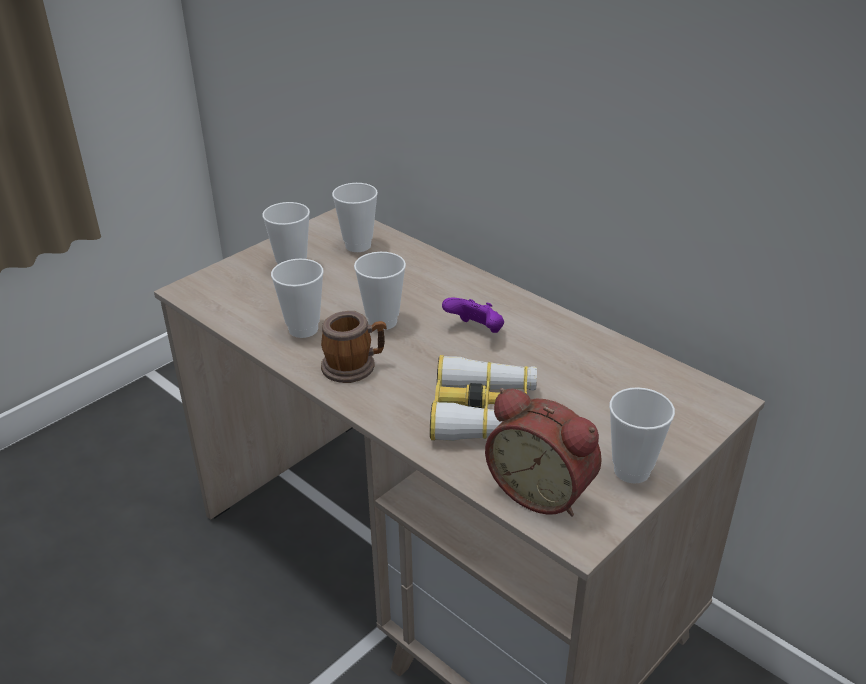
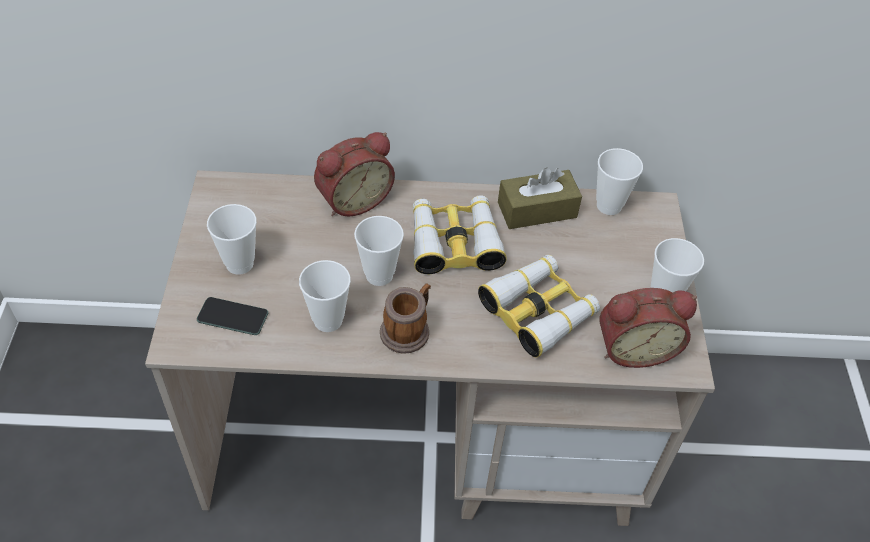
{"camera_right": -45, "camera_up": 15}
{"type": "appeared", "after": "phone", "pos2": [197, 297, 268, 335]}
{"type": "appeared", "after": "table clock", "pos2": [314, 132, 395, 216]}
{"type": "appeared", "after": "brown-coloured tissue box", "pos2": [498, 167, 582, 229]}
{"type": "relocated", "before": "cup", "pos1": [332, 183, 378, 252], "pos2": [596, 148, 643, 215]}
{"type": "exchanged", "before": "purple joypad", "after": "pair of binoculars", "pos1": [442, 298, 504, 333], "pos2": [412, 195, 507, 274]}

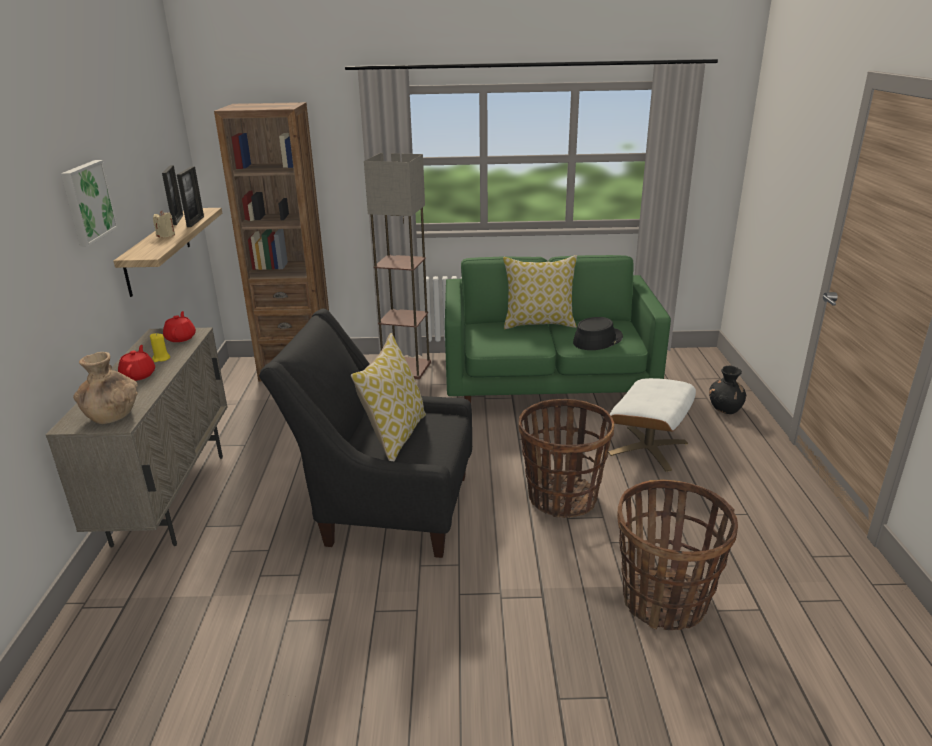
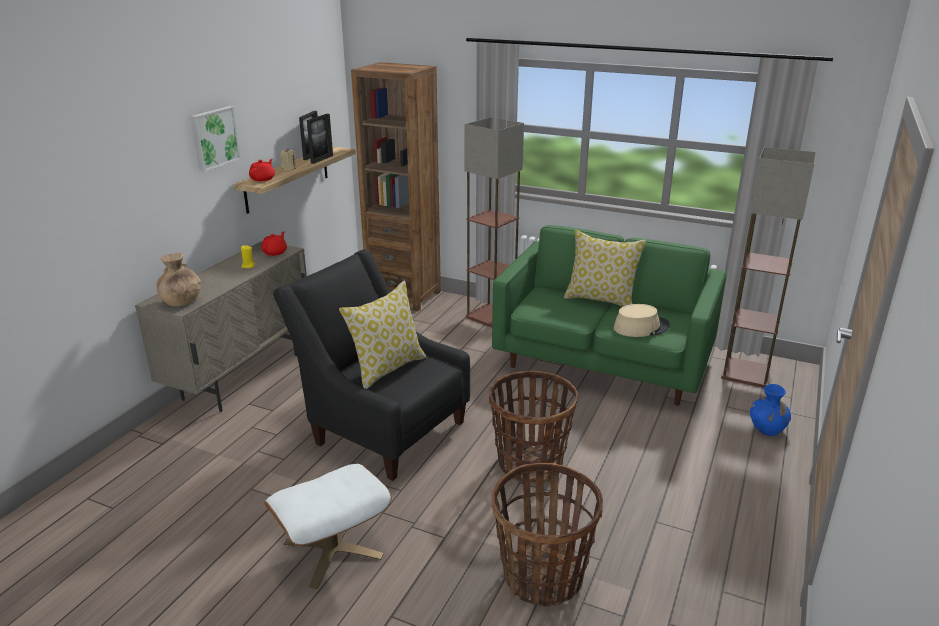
{"camera_right": 25, "camera_up": 0}
{"type": "appeared", "after": "standing lamp", "pos2": [721, 147, 816, 388]}
{"type": "relocated", "before": "reddish tea pot", "pos1": [118, 345, 155, 381], "pos2": [249, 159, 275, 181]}
{"type": "relocated", "before": "whitish footrest", "pos1": [608, 378, 696, 472], "pos2": [264, 464, 392, 589]}
{"type": "colour", "before": "black-coloured wearable hat", "after": "beige wearable hat", "pos1": [573, 317, 623, 350], "pos2": [613, 304, 670, 337]}
{"type": "colour", "before": "black-coloured decorative vase", "after": "blue-coloured decorative vase", "pos1": [709, 366, 746, 414], "pos2": [750, 384, 791, 436]}

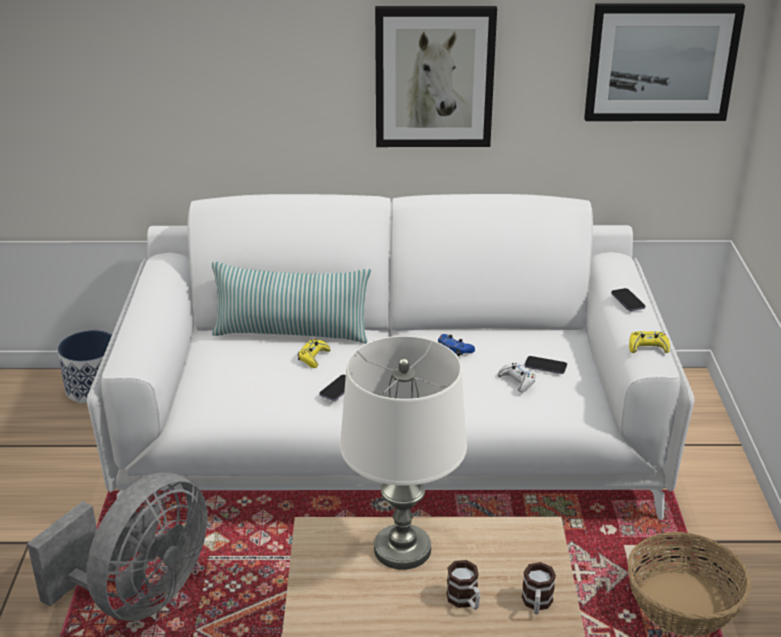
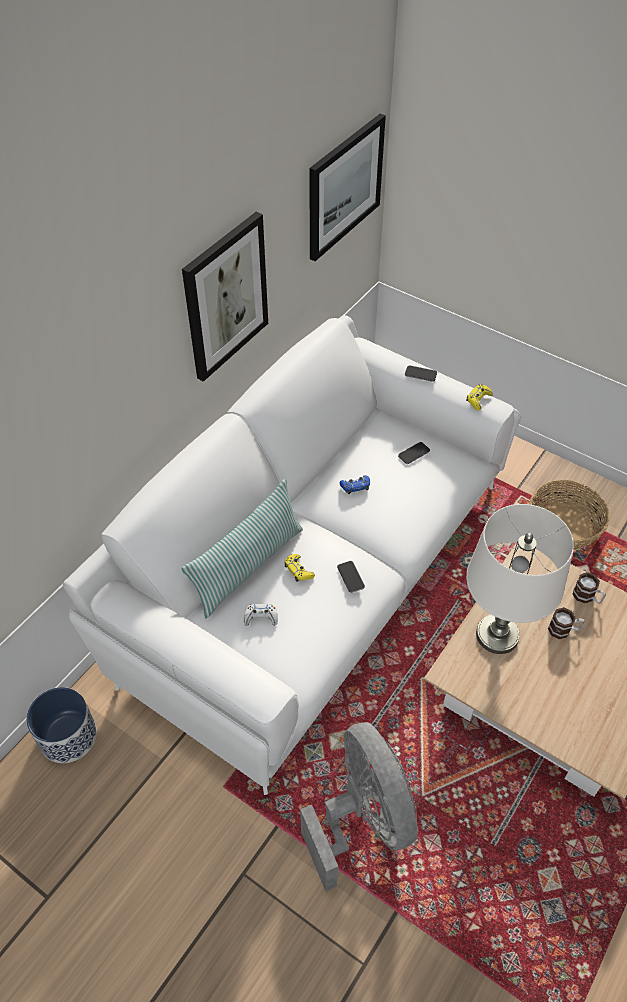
{"camera_right": -55, "camera_up": 20}
{"type": "relocated", "before": "whitish joypad", "pos1": [498, 363, 536, 393], "pos2": [244, 604, 278, 626]}

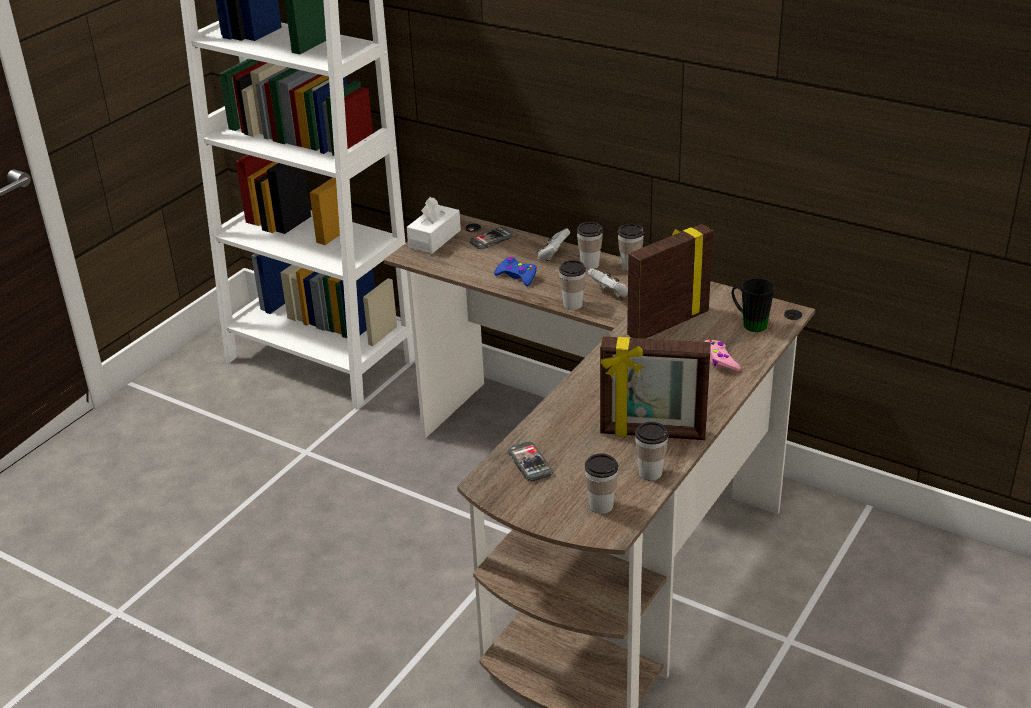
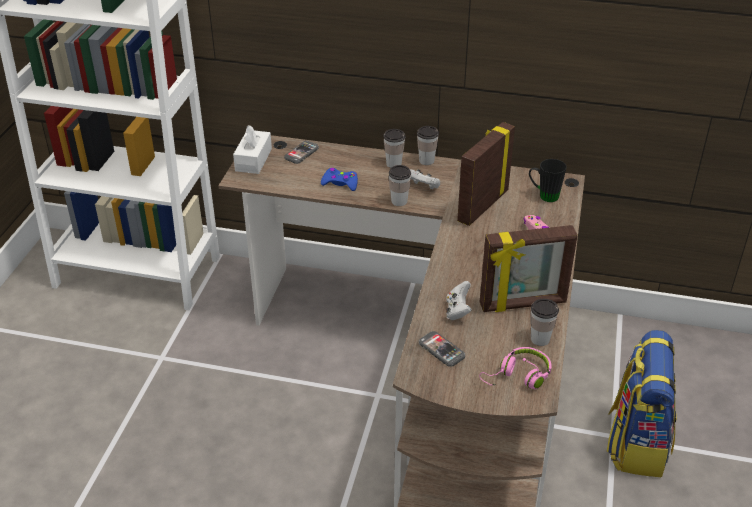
{"camera_right": -20, "camera_up": 5}
{"type": "appeared", "after": "knapsack", "pos2": [607, 330, 677, 477]}
{"type": "relocated", "before": "whitish joypad", "pos1": [537, 229, 570, 261], "pos2": [446, 281, 472, 320]}
{"type": "exchanged", "before": "cup", "after": "pink headset", "pos1": [585, 454, 618, 514], "pos2": [479, 347, 551, 389]}

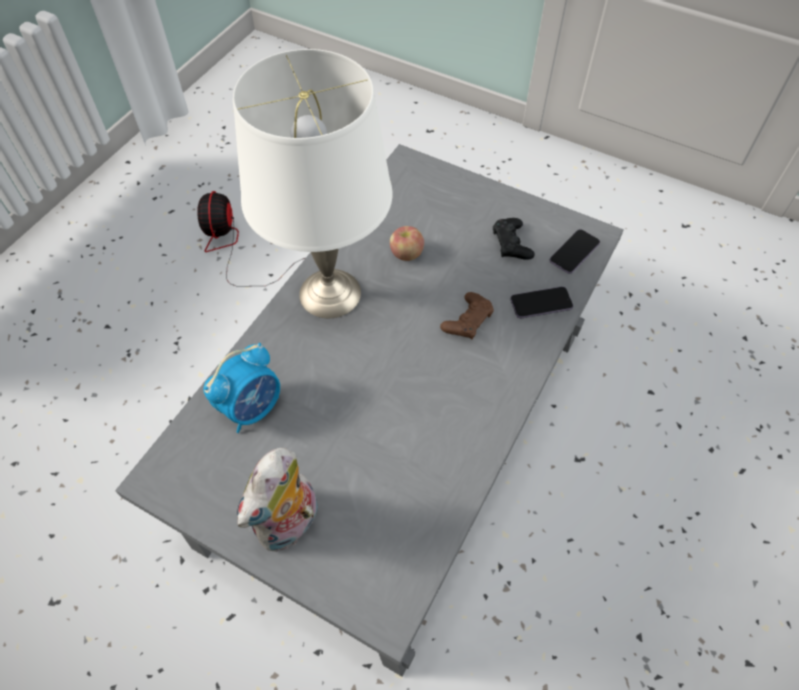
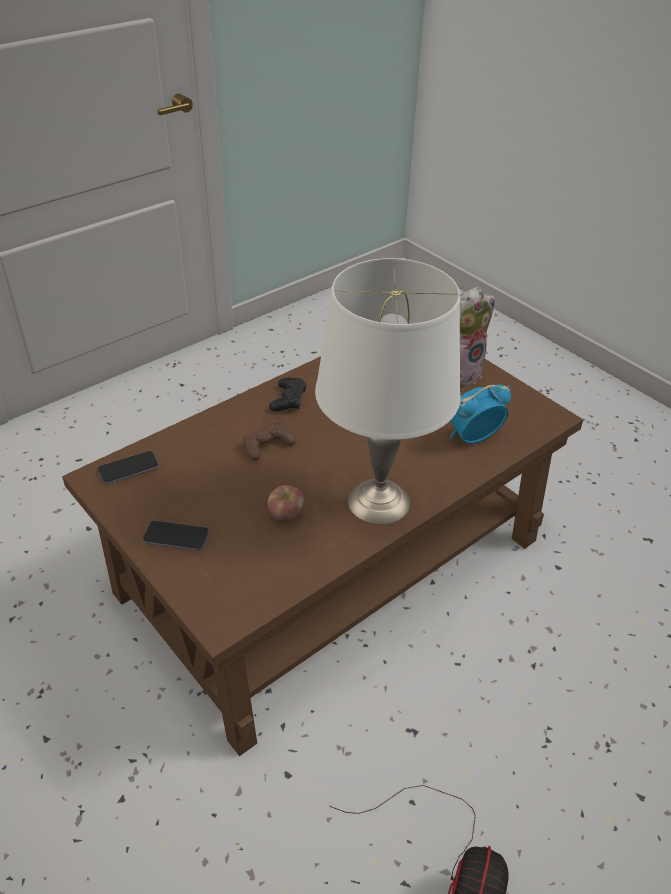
{"camera_right": -160, "camera_up": -15}
{"type": "relocated", "before": "black-coloured joypad", "pos1": [493, 218, 535, 260], "pos2": [269, 378, 307, 411]}
{"type": "relocated", "before": "phone", "pos1": [510, 287, 573, 318], "pos2": [143, 520, 209, 551]}
{"type": "colour", "before": "grey coffee table", "after": "brown-coloured coffee table", "pos1": [115, 144, 624, 677], "pos2": [62, 356, 583, 756]}

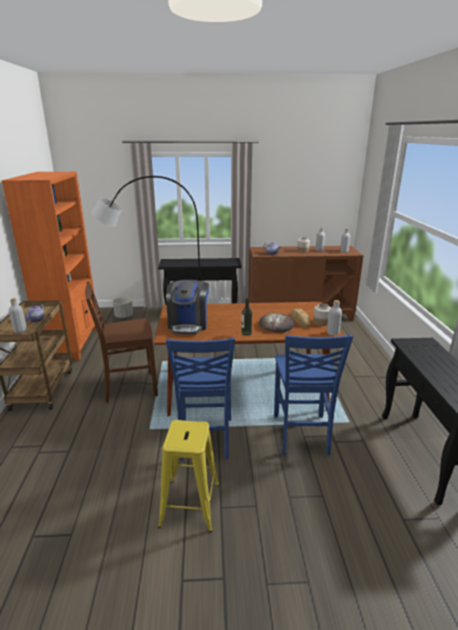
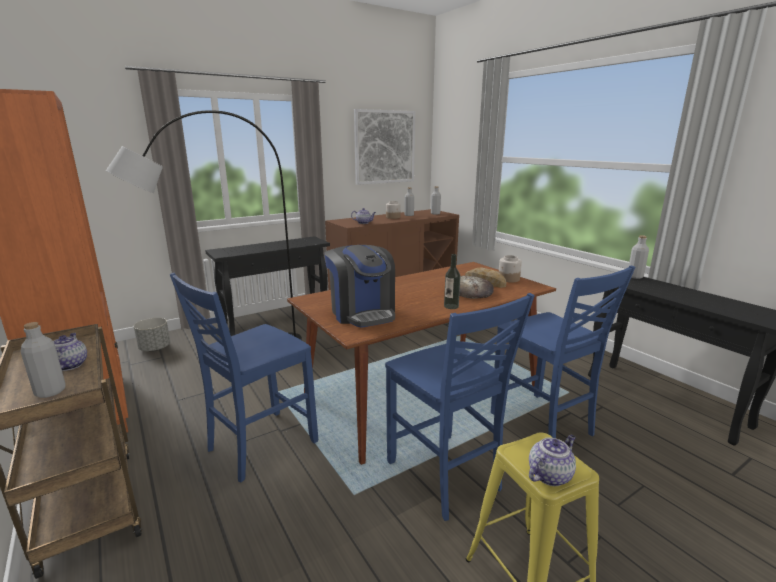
{"camera_right": -30, "camera_up": -5}
{"type": "appeared", "after": "wall picture", "pos2": [354, 109, 415, 185]}
{"type": "appeared", "after": "tea pot", "pos2": [529, 435, 576, 486]}
{"type": "relocated", "before": "grey drink bottle", "pos1": [327, 300, 342, 336], "pos2": [628, 235, 649, 279]}
{"type": "colour", "before": "brown-coloured upright chair", "after": "blue-coloured upright chair", "pos1": [85, 281, 158, 403], "pos2": [170, 273, 318, 482]}

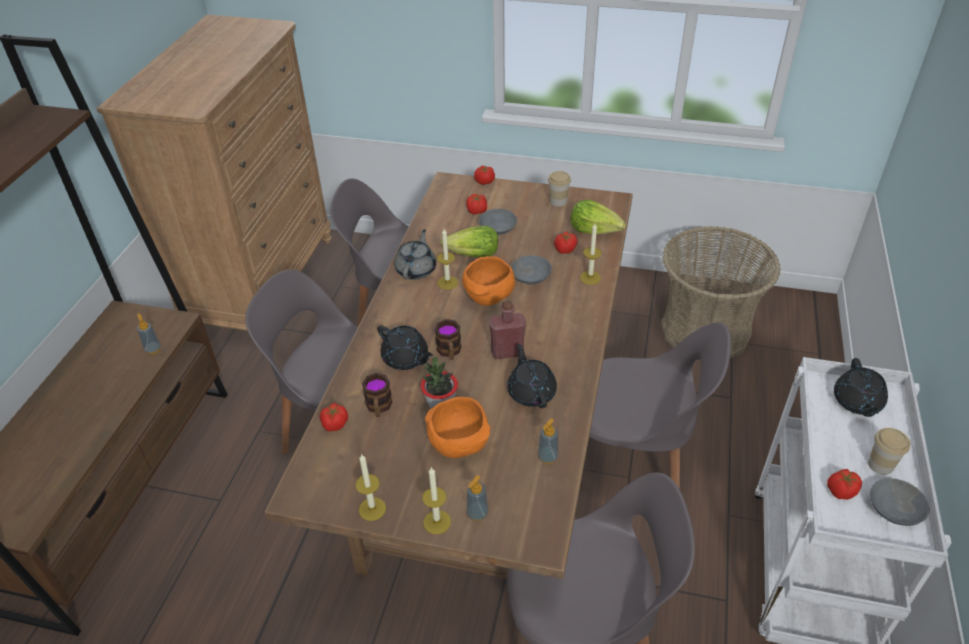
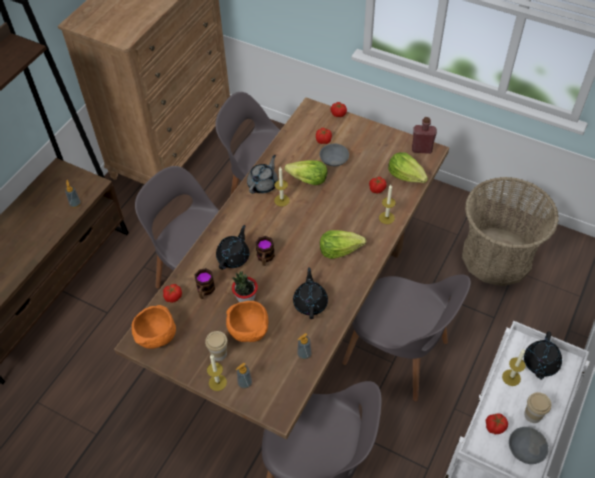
{"camera_right": 15, "camera_up": 10}
{"type": "missing", "before": "grey deep dish", "pos1": [511, 255, 552, 284]}
{"type": "appeared", "after": "lettuce head", "pos2": [320, 230, 366, 259]}
{"type": "relocated", "before": "wax light", "pos1": [355, 454, 386, 521], "pos2": [502, 349, 526, 386]}
{"type": "relocated", "before": "orangey deep dish", "pos1": [462, 256, 515, 306], "pos2": [132, 305, 176, 349]}
{"type": "relocated", "before": "reddish drink bottle", "pos1": [489, 300, 526, 359], "pos2": [412, 117, 437, 154]}
{"type": "relocated", "before": "cup", "pos1": [548, 171, 571, 207], "pos2": [205, 331, 228, 361]}
{"type": "spun", "before": "black-coloured tea pot", "pos1": [377, 325, 433, 370], "pos2": [216, 225, 249, 270], "turn": -120}

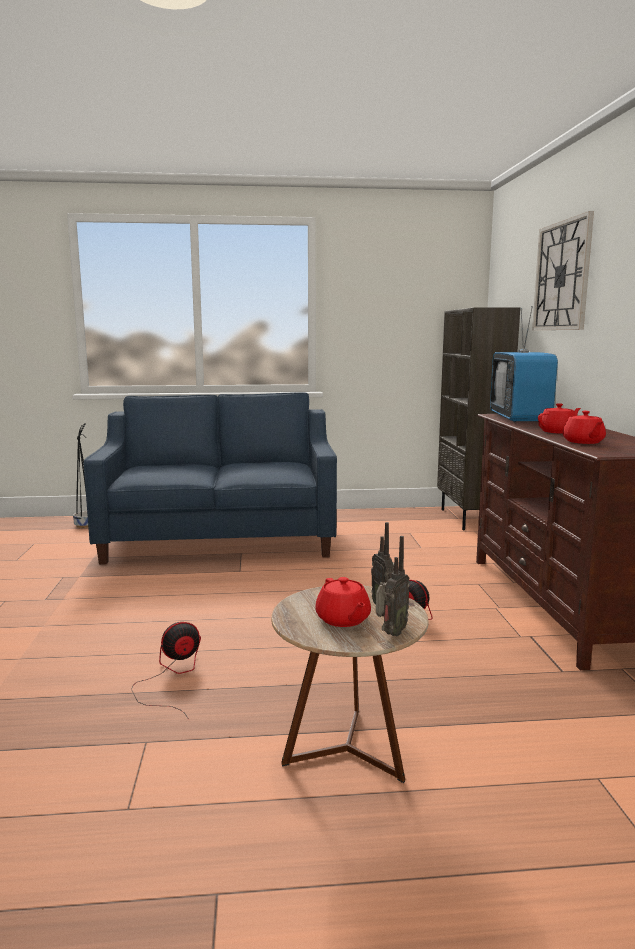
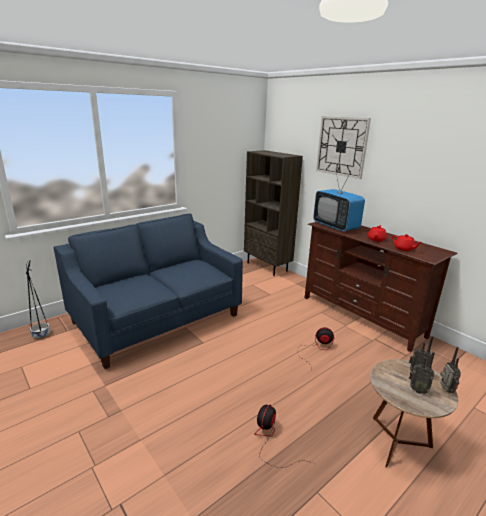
{"camera_right": -35, "camera_up": 10}
{"type": "exchanged", "before": "reddish tea pot", "after": "radio receiver", "pos1": [315, 577, 371, 627], "pos2": [409, 352, 435, 394]}

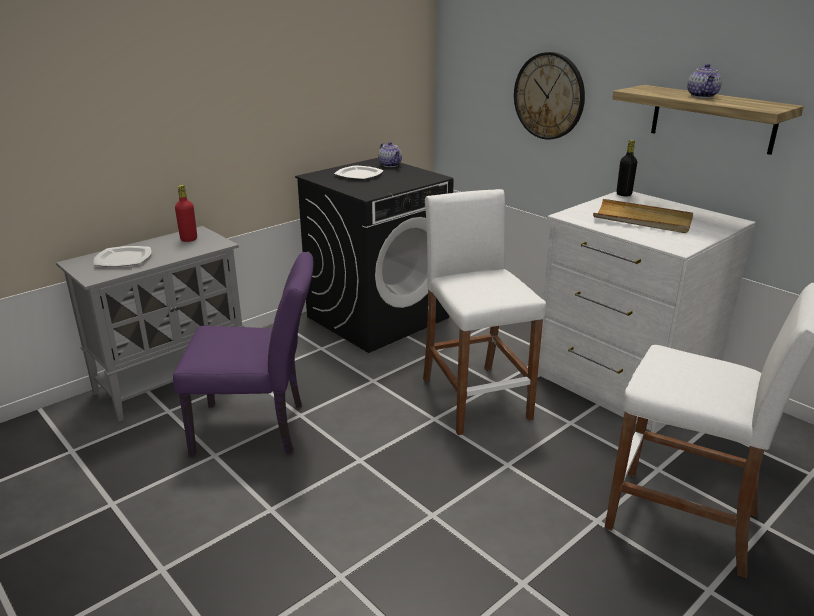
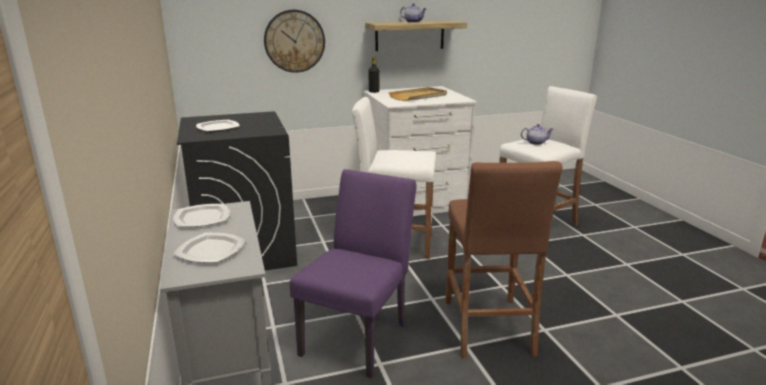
{"camera_right": -65, "camera_up": -5}
{"type": "appeared", "after": "brown-coloured stool seat", "pos2": [445, 161, 563, 359]}
{"type": "relocated", "before": "tea pot", "pos1": [378, 142, 402, 167], "pos2": [521, 124, 553, 145]}
{"type": "exchanged", "before": "reddish drink bottle", "after": "flat dish", "pos1": [175, 185, 197, 242], "pos2": [173, 204, 230, 227]}

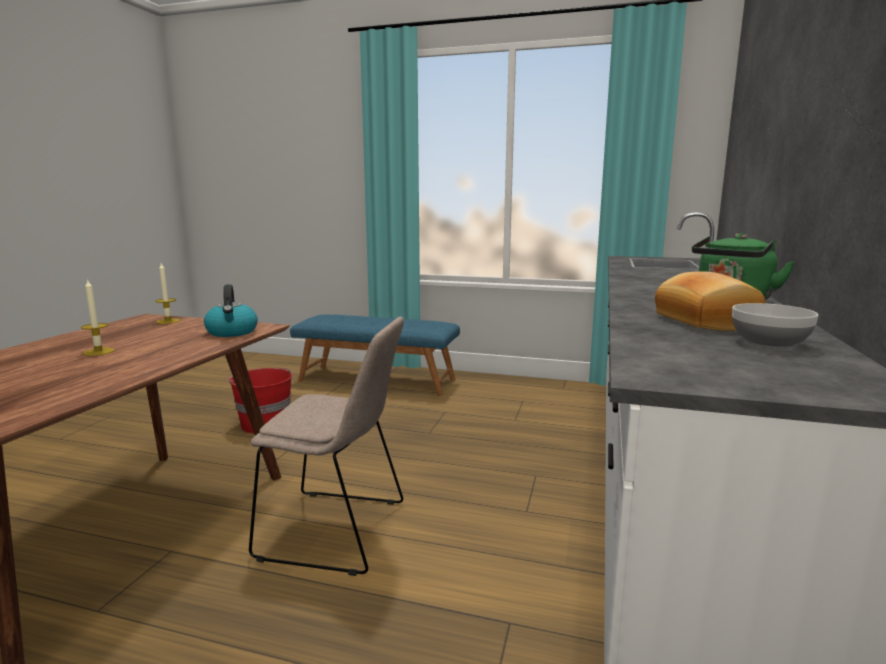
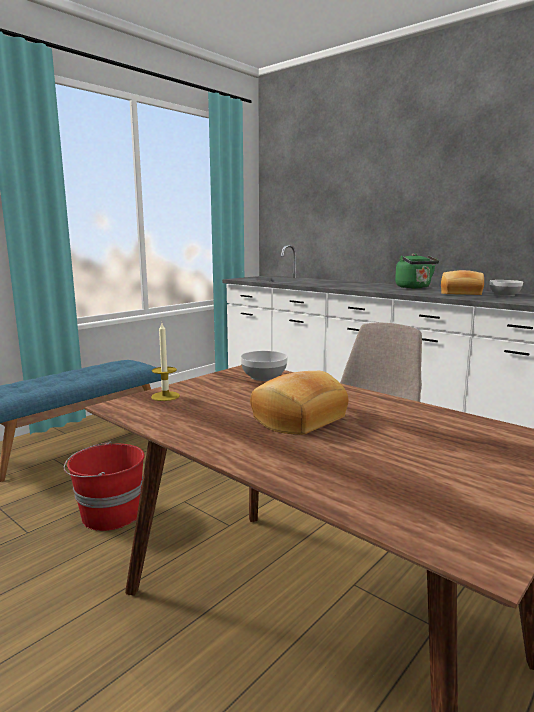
{"camera_right": -65, "camera_up": 0}
{"type": "exchanged", "before": "wax light", "after": "baked bread", "pos1": [81, 279, 115, 356], "pos2": [250, 371, 348, 435]}
{"type": "exchanged", "before": "water kettle", "after": "deep dish", "pos1": [204, 284, 258, 337], "pos2": [240, 351, 288, 381]}

